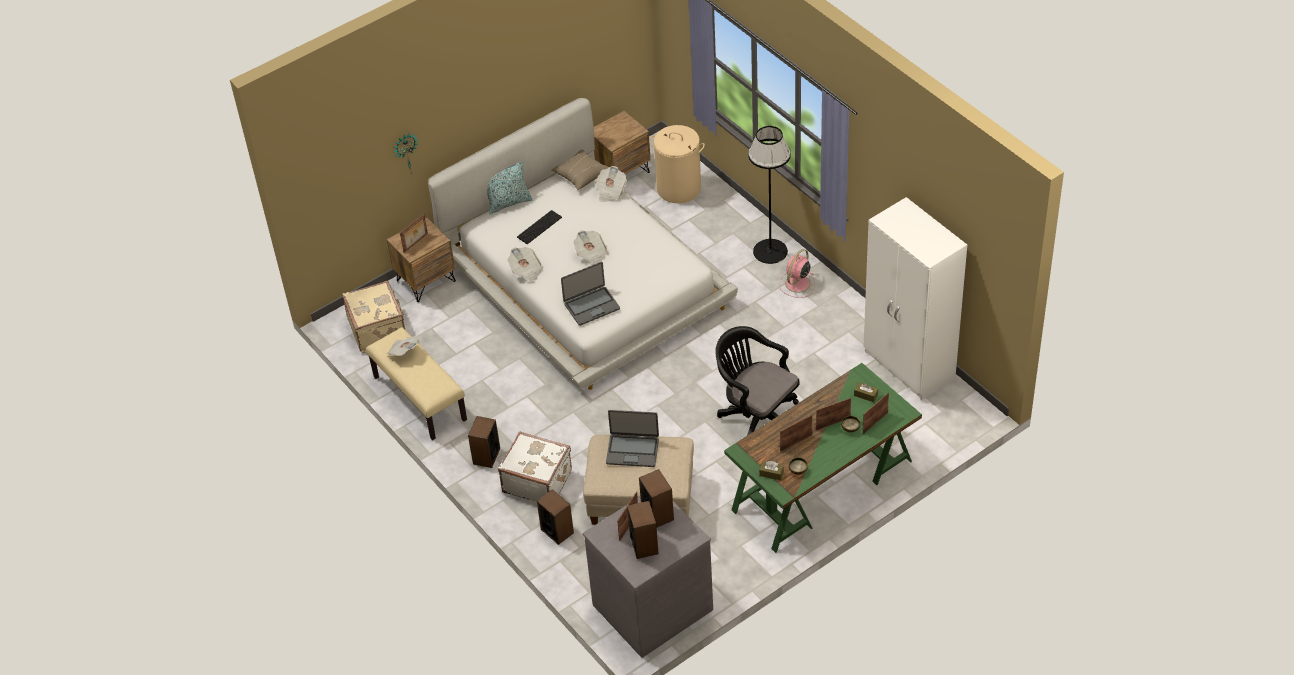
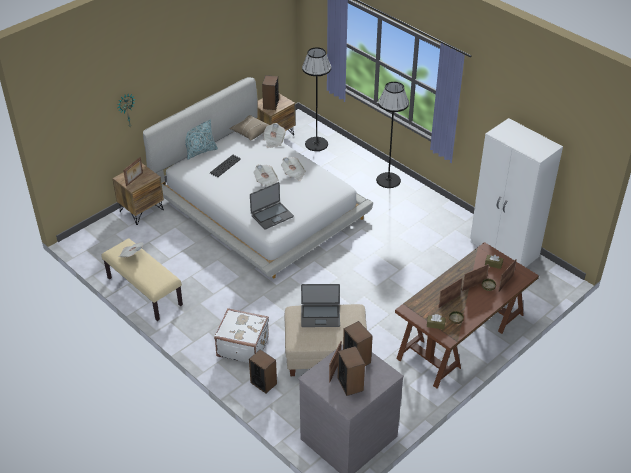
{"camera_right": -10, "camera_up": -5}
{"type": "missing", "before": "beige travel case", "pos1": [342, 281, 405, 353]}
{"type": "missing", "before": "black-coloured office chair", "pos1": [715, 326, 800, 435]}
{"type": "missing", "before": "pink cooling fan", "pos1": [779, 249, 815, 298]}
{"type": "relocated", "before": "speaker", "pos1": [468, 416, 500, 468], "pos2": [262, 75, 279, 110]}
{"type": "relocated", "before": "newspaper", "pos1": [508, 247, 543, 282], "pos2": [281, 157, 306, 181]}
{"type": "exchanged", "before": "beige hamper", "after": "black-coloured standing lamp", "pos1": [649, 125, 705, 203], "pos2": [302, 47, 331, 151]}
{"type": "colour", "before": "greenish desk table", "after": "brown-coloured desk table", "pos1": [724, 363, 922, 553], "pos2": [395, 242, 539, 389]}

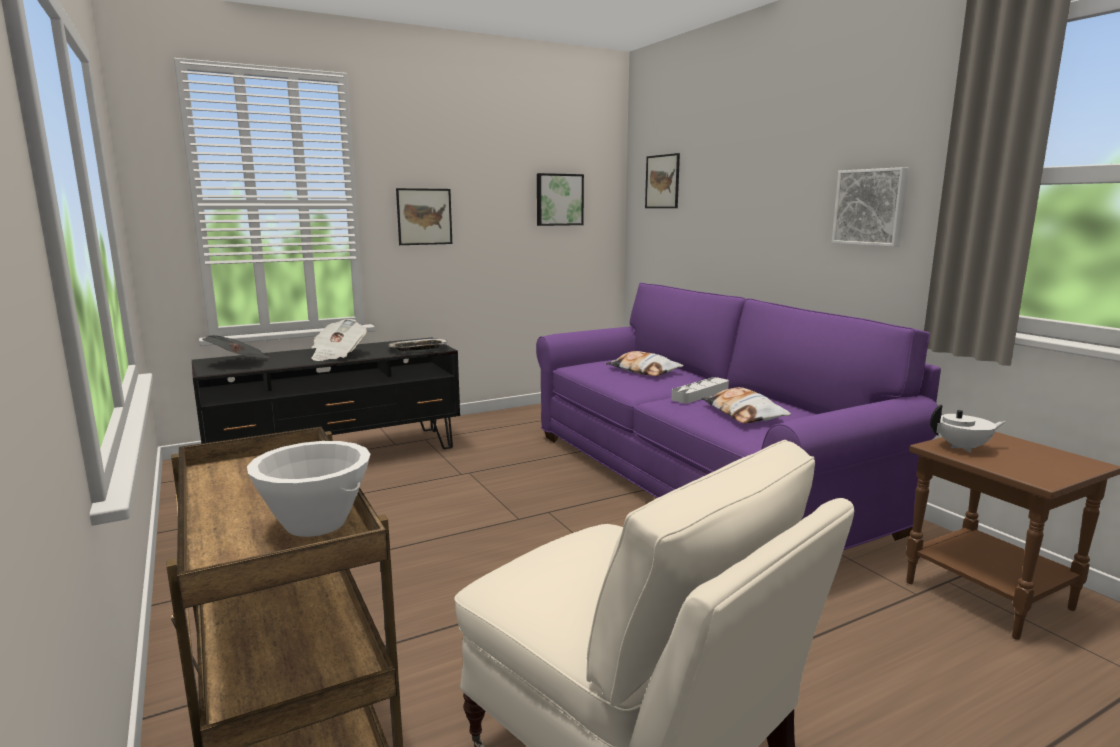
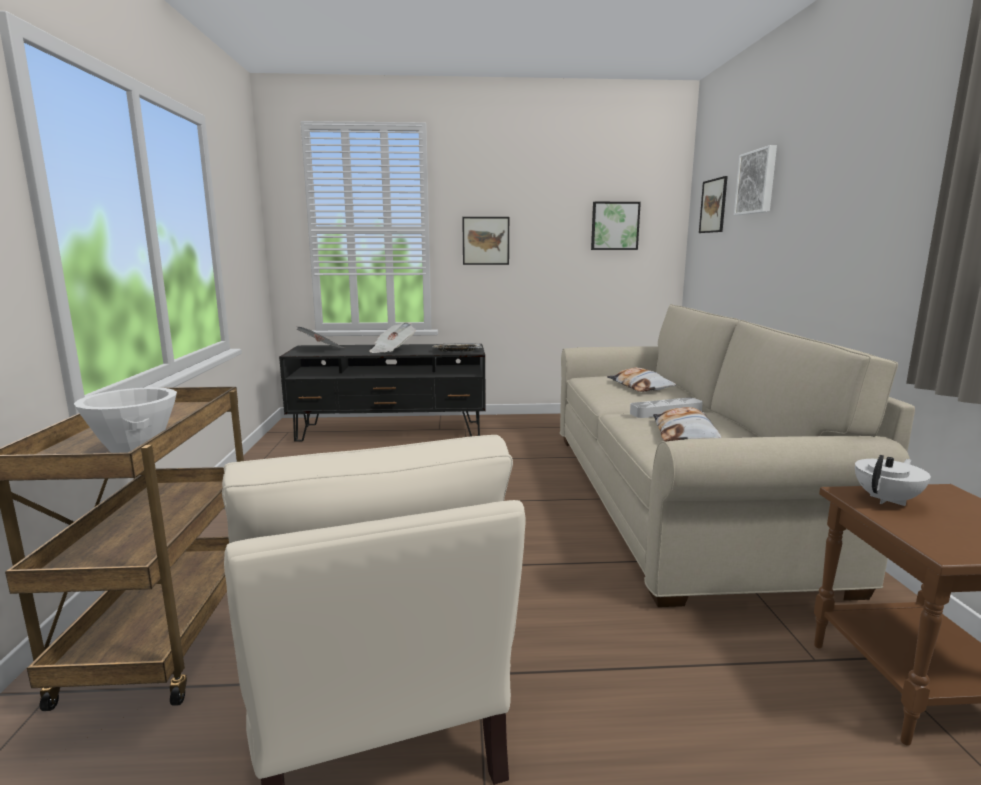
{"camera_right": 25, "camera_up": 0}
{"type": "relocated", "before": "wall picture", "pos1": [832, 167, 909, 247], "pos2": [734, 145, 777, 215]}
{"type": "colour", "before": "purple sofa", "after": "beige sofa", "pos1": [536, 283, 942, 550], "pos2": [560, 304, 915, 607]}
{"type": "spun", "before": "whitish tea pot", "pos1": [930, 404, 1005, 453], "pos2": [855, 455, 931, 506], "turn": -60}

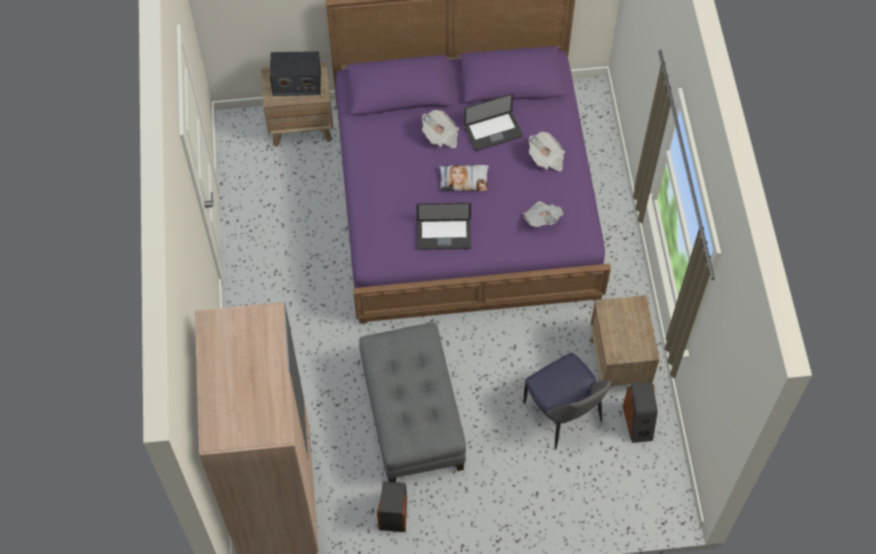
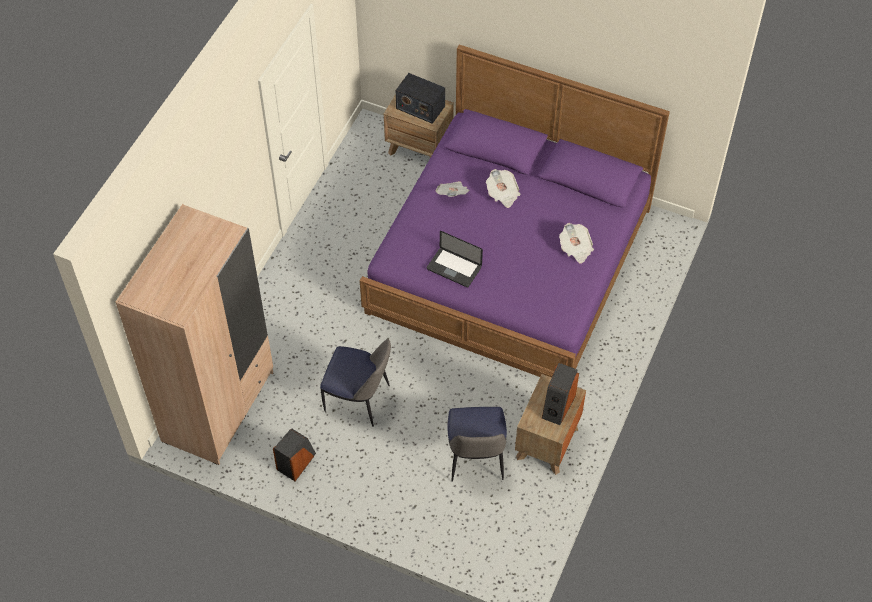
{"camera_right": 30, "camera_up": -5}
{"type": "missing", "before": "pillow", "pos1": [439, 165, 489, 191]}
{"type": "missing", "before": "laptop", "pos1": [464, 93, 523, 151]}
{"type": "relocated", "before": "newspaper", "pos1": [523, 201, 564, 227], "pos2": [435, 181, 470, 197]}
{"type": "relocated", "before": "speaker", "pos1": [623, 382, 658, 443], "pos2": [542, 363, 579, 425]}
{"type": "exchanged", "before": "grey footrest", "after": "upright chair", "pos1": [359, 323, 466, 482], "pos2": [320, 339, 391, 427]}

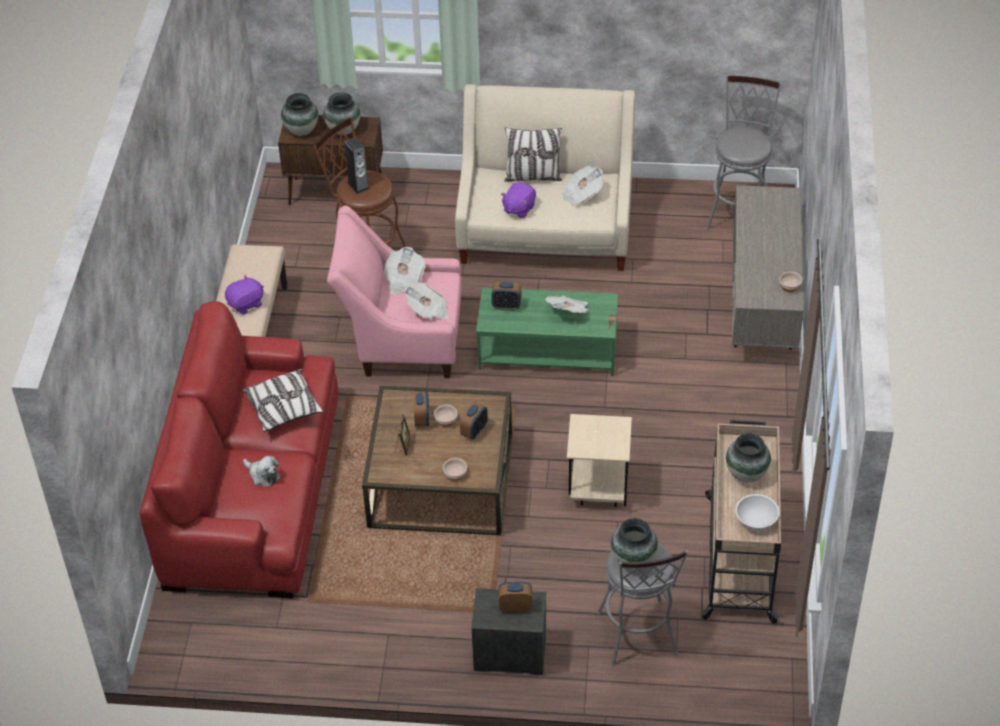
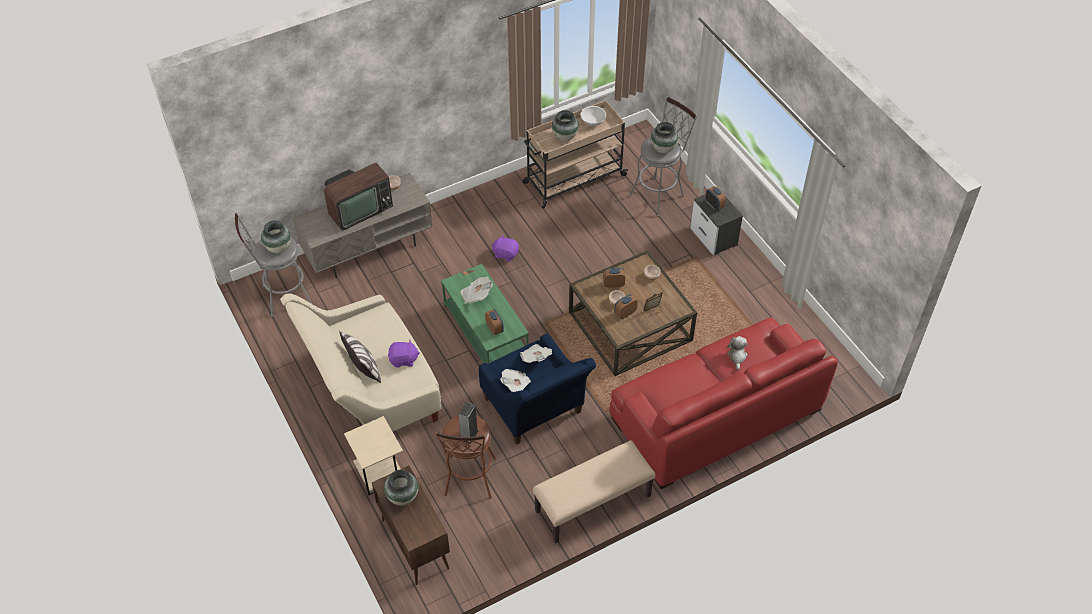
{"camera_right": -125, "camera_up": 5}
{"type": "missing", "before": "pillow", "pos1": [242, 369, 324, 432]}
{"type": "missing", "before": "newspaper", "pos1": [560, 166, 603, 206]}
{"type": "appeared", "after": "TV", "pos2": [324, 163, 393, 230]}
{"type": "relocated", "before": "purple soft toy", "pos1": [225, 275, 264, 314], "pos2": [492, 235, 519, 262]}
{"type": "relocated", "before": "decorative vase", "pos1": [281, 93, 318, 136], "pos2": [261, 221, 291, 253]}
{"type": "relocated", "before": "beige end table", "pos1": [567, 414, 632, 507], "pos2": [344, 416, 403, 495]}
{"type": "colour", "before": "pink armchair", "after": "blue-coloured armchair", "pos1": [327, 206, 462, 378], "pos2": [479, 334, 596, 445]}

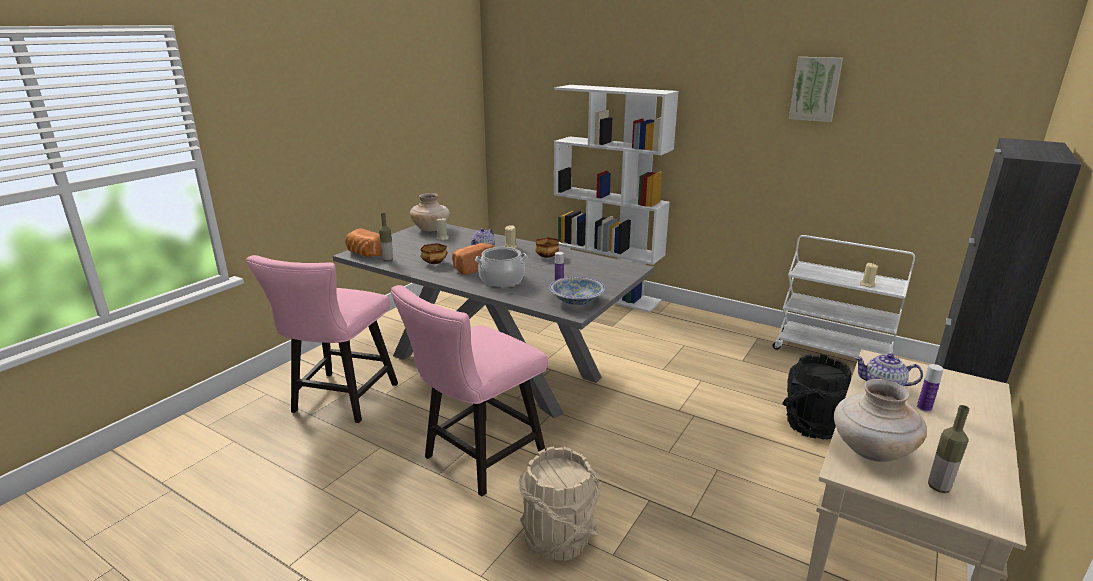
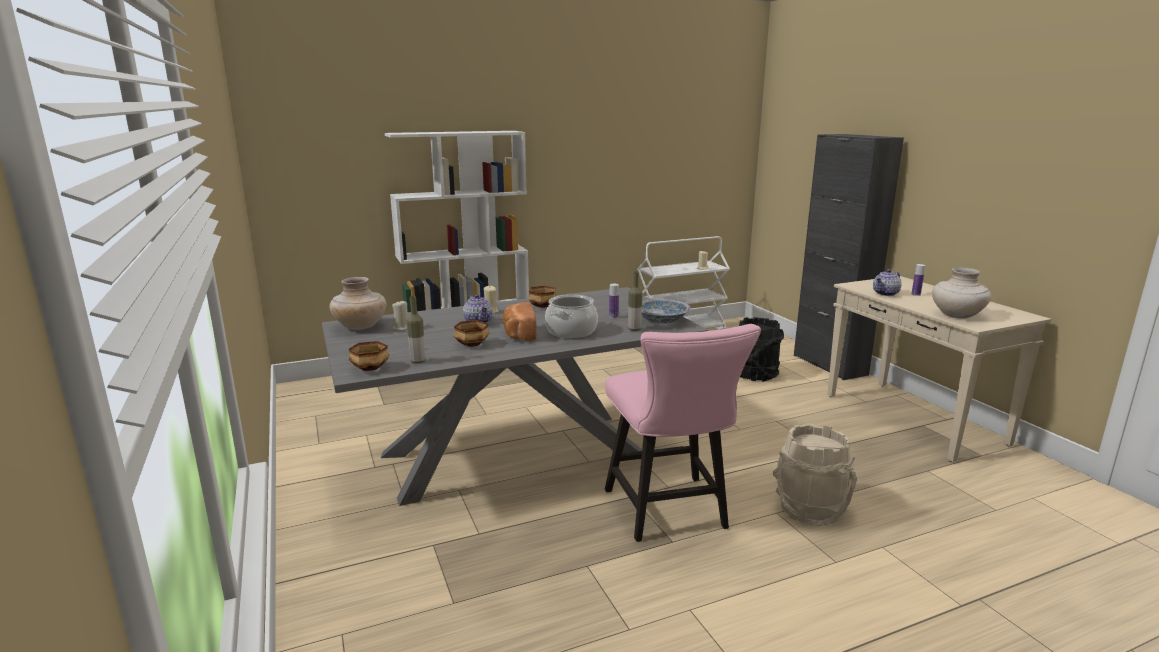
{"camera_right": -55, "camera_up": -5}
{"type": "missing", "before": "pink upright chair", "pos1": [246, 255, 398, 423]}
{"type": "missing", "before": "wall picture", "pos1": [789, 57, 843, 122]}
{"type": "relocated", "before": "drink bottle", "pos1": [928, 405, 969, 493], "pos2": [628, 271, 643, 331]}
{"type": "exchanged", "before": "baked bread", "after": "deep dish", "pos1": [345, 228, 382, 257], "pos2": [348, 341, 390, 371]}

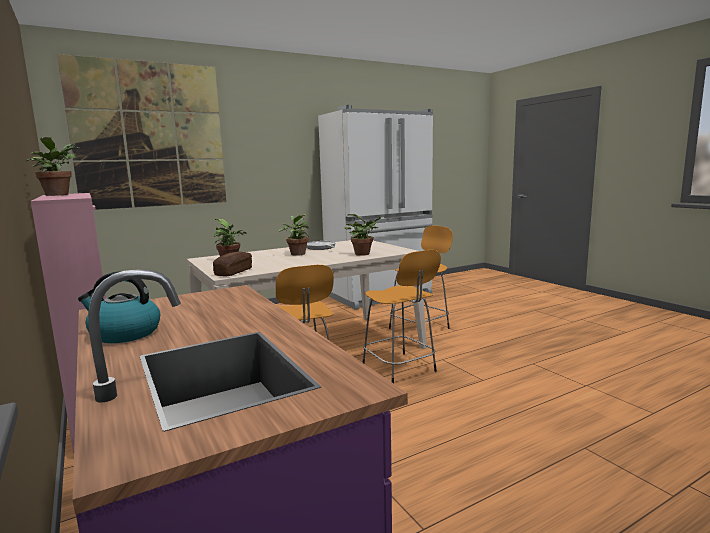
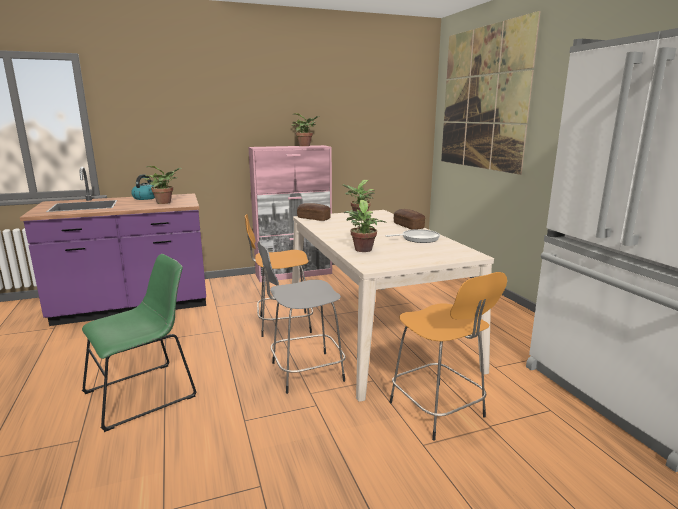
{"camera_right": 100, "camera_up": 5}
{"type": "appeared", "after": "greenish upright chair", "pos2": [82, 254, 197, 432]}
{"type": "appeared", "after": "baked bread", "pos2": [394, 209, 425, 230]}
{"type": "relocated", "before": "plant in a pot", "pos1": [278, 214, 310, 256], "pos2": [144, 166, 182, 204]}
{"type": "colour", "before": "orangey stool seat", "after": "grey stool seat", "pos1": [363, 250, 441, 384], "pos2": [258, 241, 346, 394]}

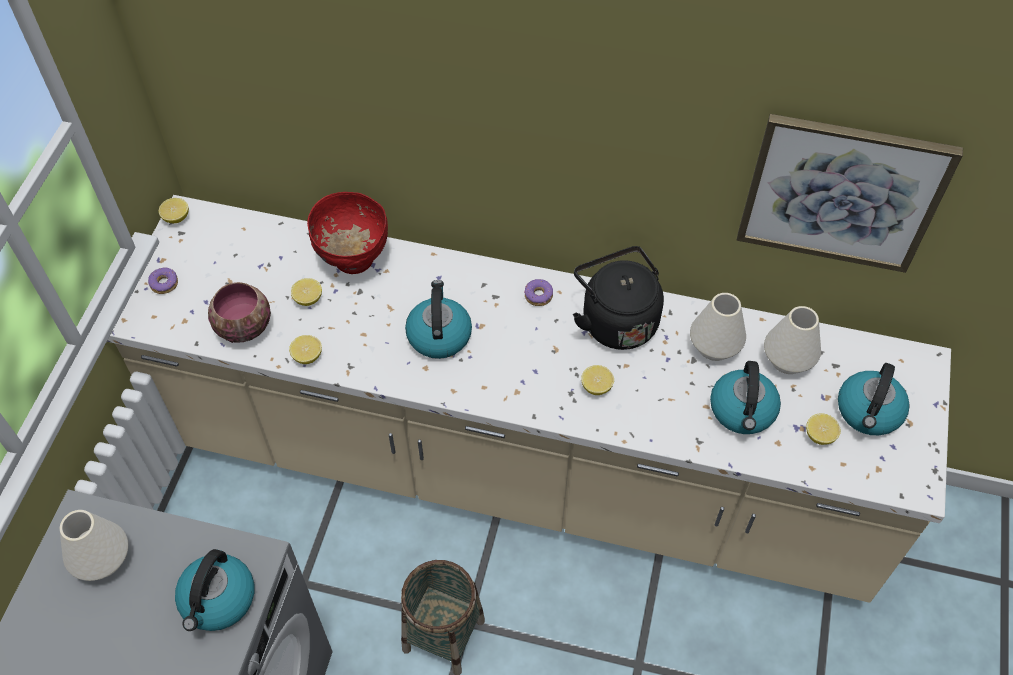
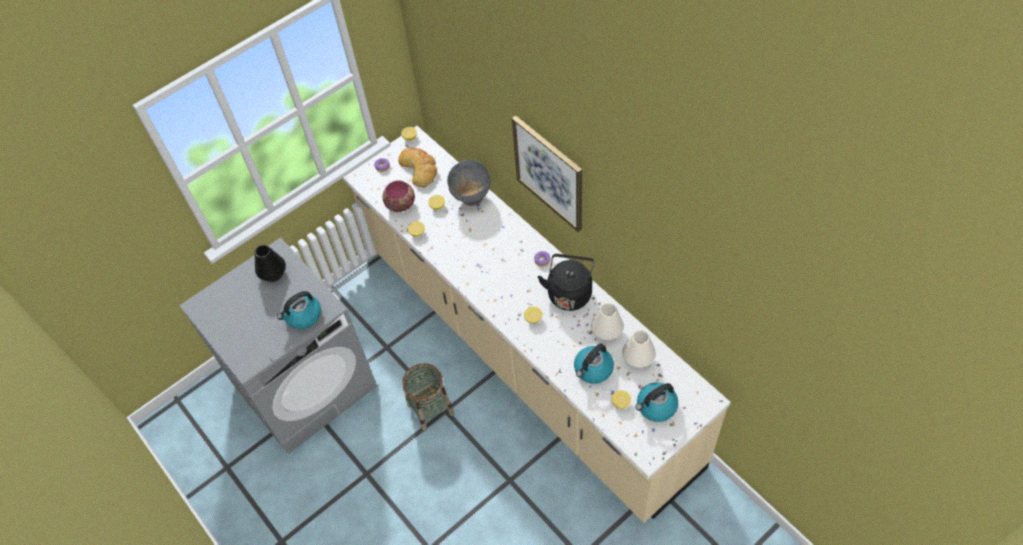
{"camera_right": 40, "camera_up": 0}
{"type": "missing", "before": "water kettle", "pos1": [405, 280, 472, 359]}
{"type": "appeared", "after": "baked bread", "pos2": [398, 148, 437, 188]}
{"type": "relocated", "before": "wall picture", "pos1": [737, 114, 963, 273], "pos2": [512, 115, 582, 232]}
{"type": "colour", "before": "whitish decorative vase", "after": "black-coloured decorative vase", "pos1": [60, 510, 128, 581], "pos2": [254, 245, 286, 282]}
{"type": "colour", "before": "reddish deep dish", "after": "grey deep dish", "pos1": [307, 192, 388, 274], "pos2": [447, 160, 491, 206]}

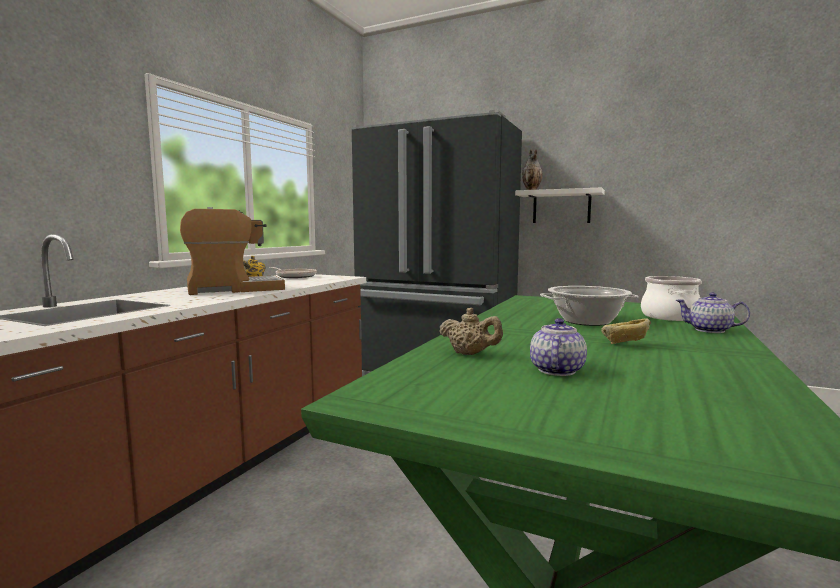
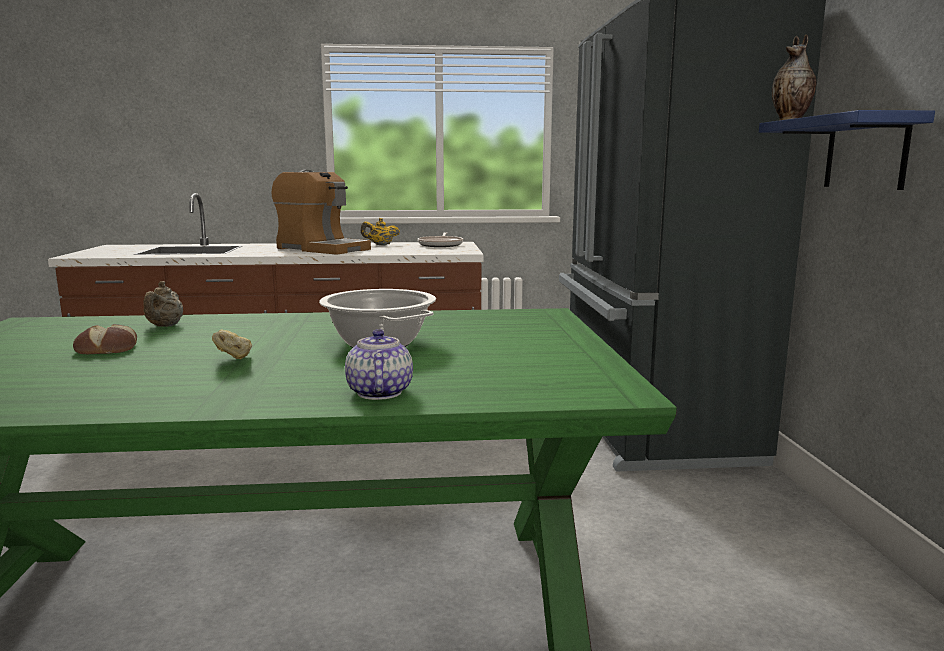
{"camera_right": 60, "camera_up": 5}
{"type": "missing", "before": "cooking pot", "pos1": [641, 276, 702, 321]}
{"type": "exchanged", "before": "tea pot", "after": "baked bread", "pos1": [530, 318, 587, 376], "pos2": [73, 324, 137, 354]}
{"type": "colour", "before": "whitish shelf", "after": "blue-coloured shelf", "pos1": [515, 187, 605, 223], "pos2": [759, 110, 935, 190]}

